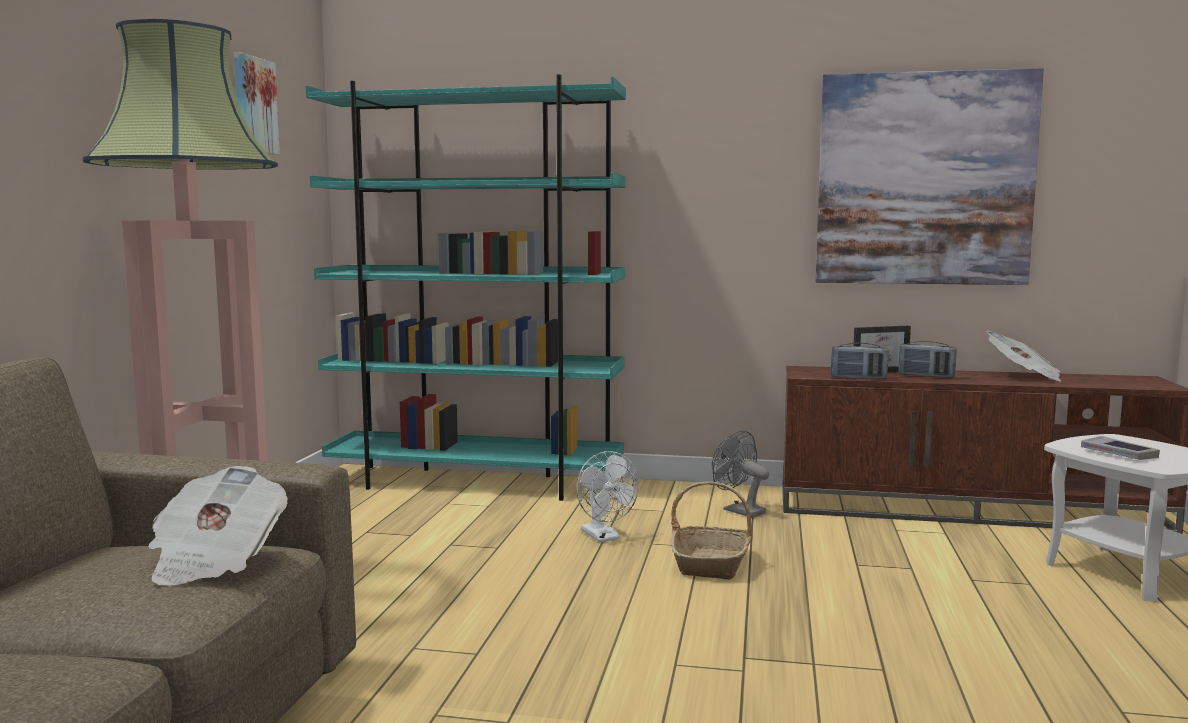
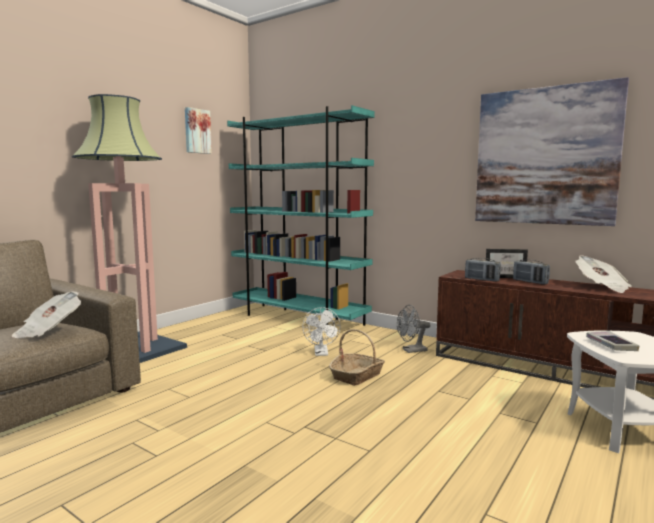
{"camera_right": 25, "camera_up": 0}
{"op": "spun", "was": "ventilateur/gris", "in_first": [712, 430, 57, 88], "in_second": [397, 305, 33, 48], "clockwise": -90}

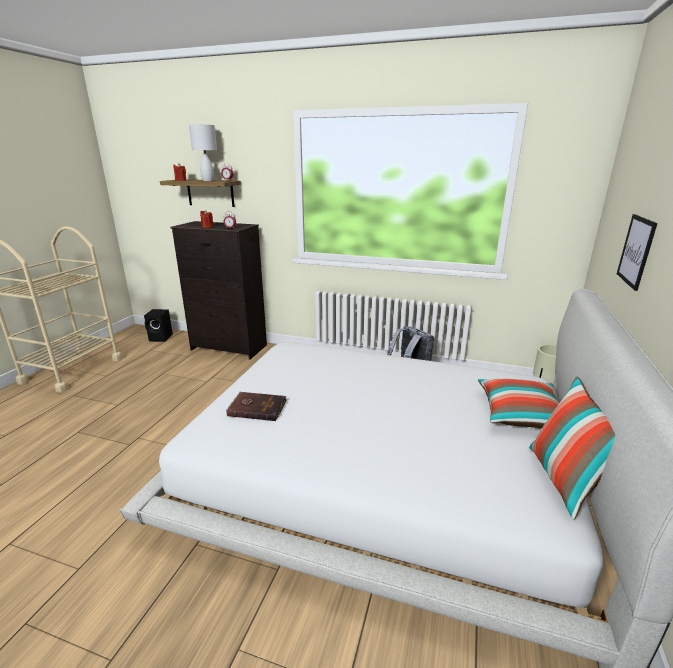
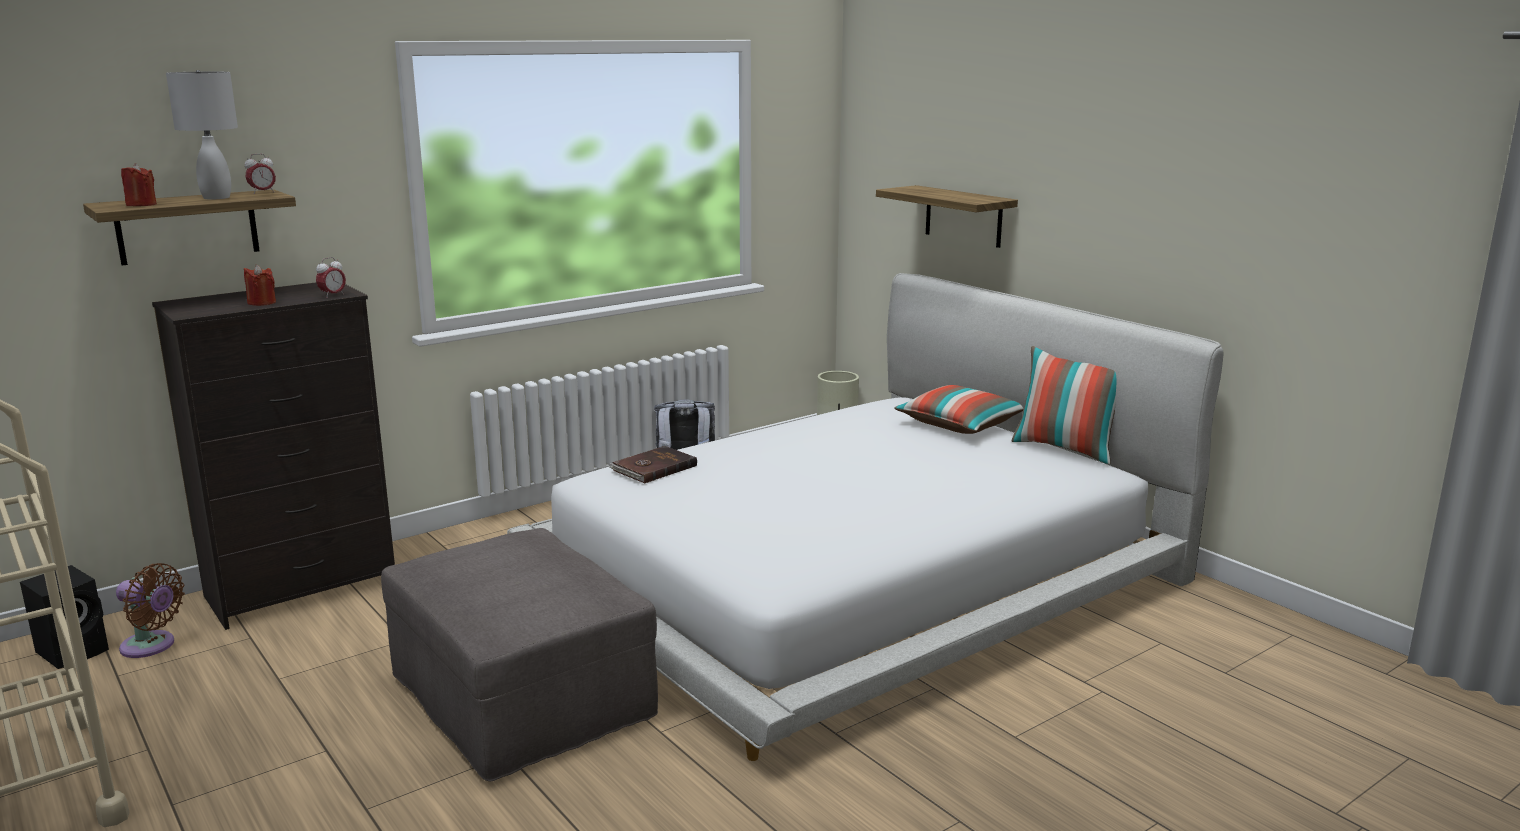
{"camera_right": -55, "camera_up": -5}
{"op": "appeared", "now": "ventilateur/marron", "in_second": [116, 563, 69, 95]}
{"op": "appeared", "now": "pouf/gris", "in_second": [381, 528, 277, 253]}
{"op": "relocated", "was": "livre/marron", "in_first": [226, 392, 61, 29], "in_second": [610, 446, 87, 38]}
{"op": "exchanged", "was": "tableau", "now": "étagère", "in_first": [617, 214, 40, 77], "in_second": [876, 185, 142, 63]}

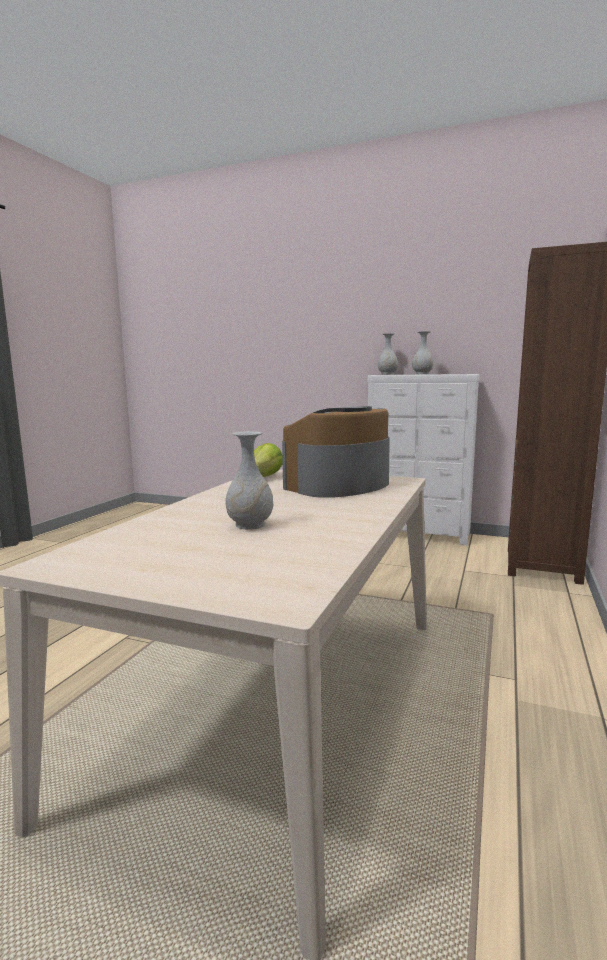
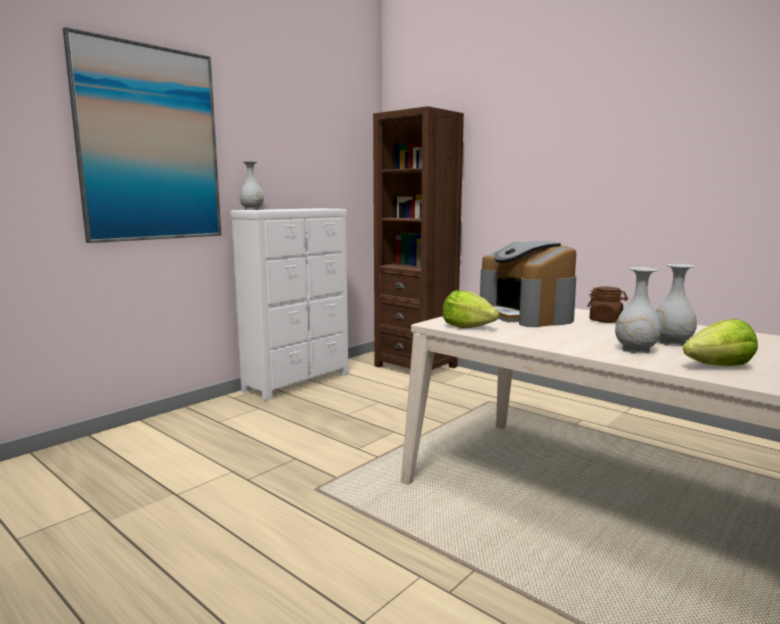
{"camera_right": -70, "camera_up": 0}
{"op": "appeared", "now": "tableau", "in_second": [63, 27, 158, 216]}
{"op": "appeared", "now": "bocal/marron", "in_second": [587, 287, 41, 36]}
{"op": "relocated", "was": "vase/blanc", "in_first": [412, 331, 22, 43], "in_second": [615, 267, 46, 86]}
{"op": "appeared", "now": "laitue", "in_second": [683, 319, 75, 47]}

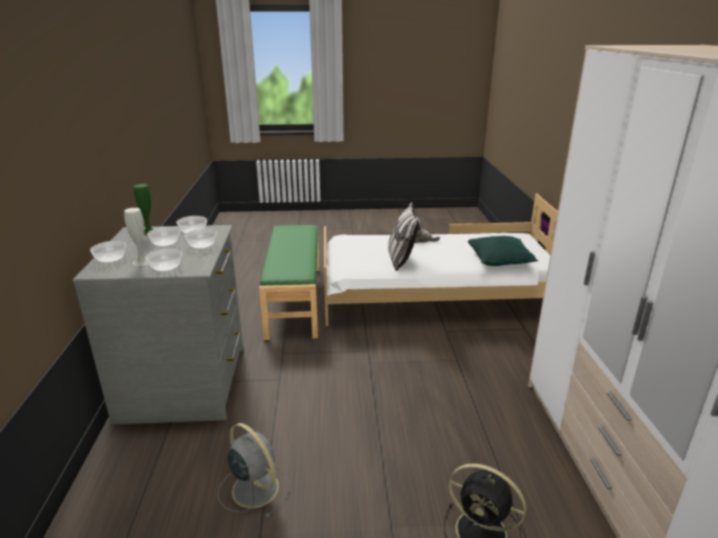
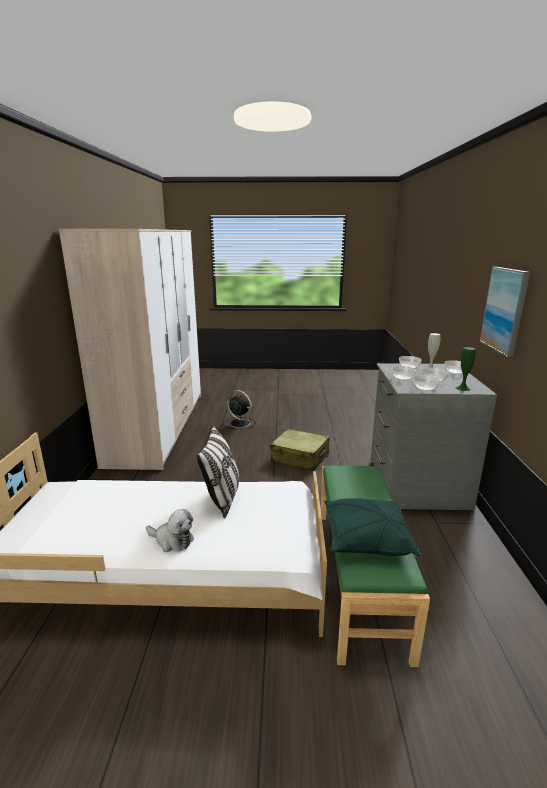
{"camera_right": -175, "camera_up": -5}
{"op": "appeared", "now": "valise/beige", "in_second": [270, 429, 60, 42]}
{"op": "relocated", "was": "coussin/vert", "in_first": [468, 236, 70, 30], "in_second": [324, 498, 97, 58]}
{"op": "appeared", "now": "tableau", "in_second": [480, 267, 50, 90]}
{"op": "missing", "was": "ventilateur/gris", "in_first": [218, 423, 72, 95]}

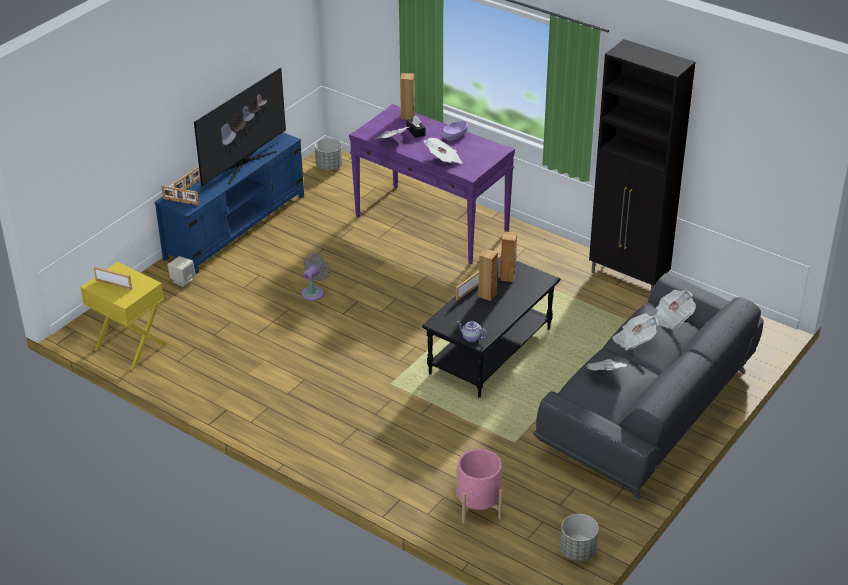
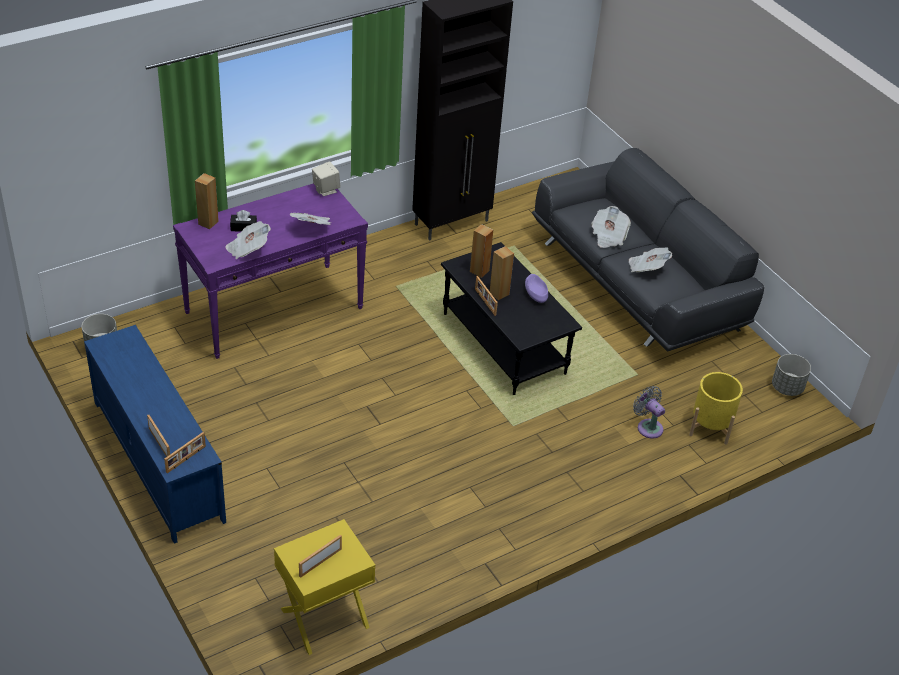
{"camera_right": -70, "camera_up": 5}
{"op": "relocated", "was": "enceinte/beige", "in_first": [168, 256, 28, 31], "in_second": [312, 161, 29, 35]}
{"op": "relocated", "was": "bol/violet", "in_first": [441, 121, 27, 19], "in_second": [525, 274, 23, 29]}
{"op": "relocated", "was": "ventilateur/gris", "in_first": [301, 254, 30, 47], "in_second": [633, 386, 32, 53]}
{"op": "colour", "was": "cache-pot/rose", "now": "cache-pot/jaune", "in_first": [456, 449, 47, 74], "in_second": [689, 372, 54, 73]}
{"op": "missing", "was": "téléviseur", "in_first": [194, 68, 92, 118]}
{"op": "missing", "was": "théière", "in_first": [457, 321, 30, 21]}
{"op": "missing", "was": "journal", "in_first": [655, 290, 41, 39]}

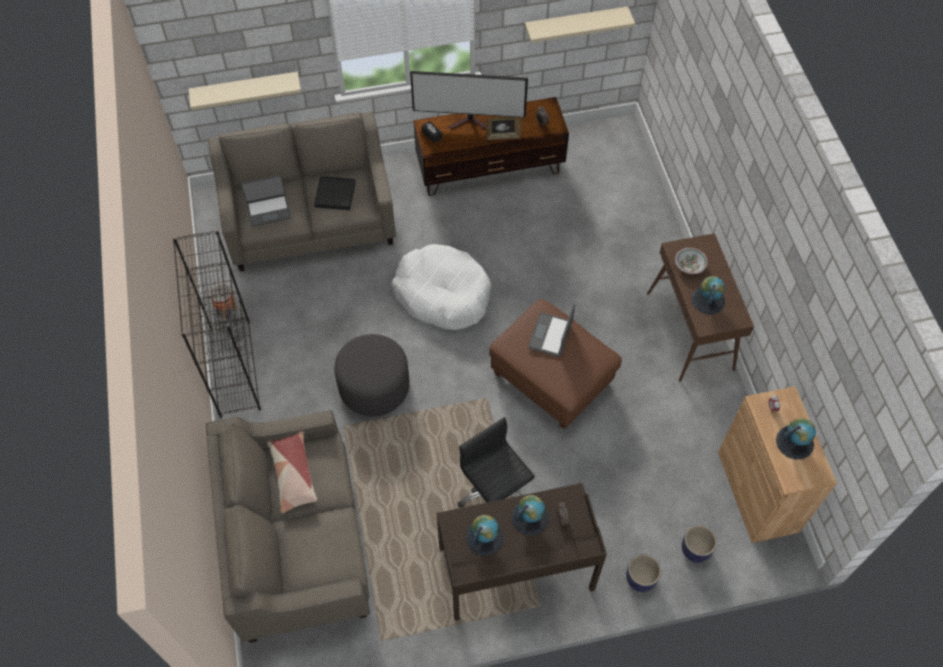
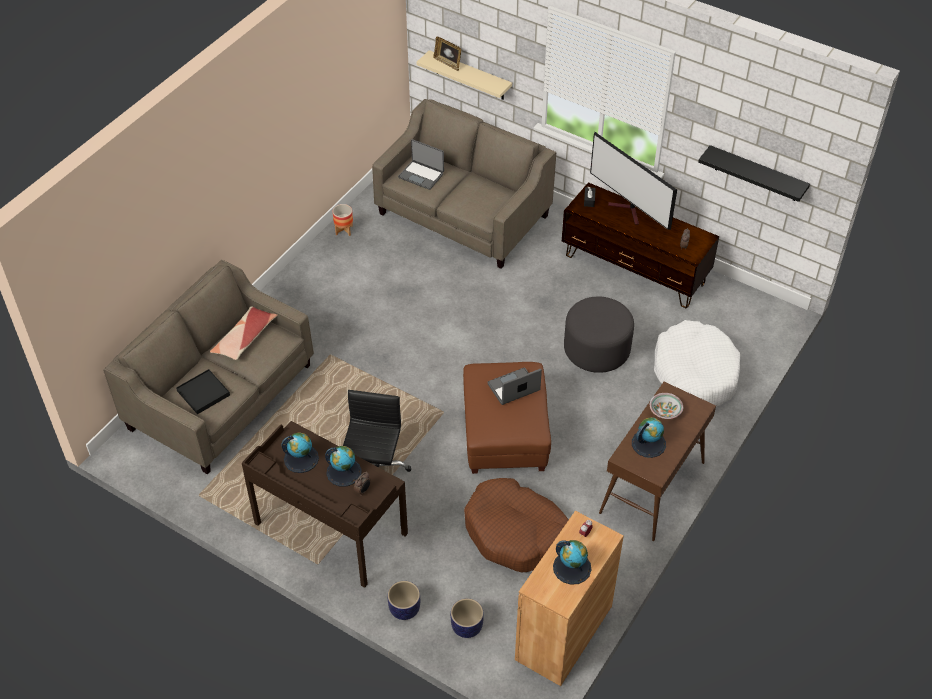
{"camera_right": 45, "camera_up": -10}
{"op": "relocated", "was": "plateau/noir", "in_first": [314, 176, 42, 34], "in_second": [176, 369, 54, 45]}
{"op": "relocated", "was": "cadre photo", "in_first": [486, 116, 35, 24], "in_second": [433, 36, 28, 35]}
{"op": "appeared", "now": "panier pour chien/marron", "in_second": [464, 478, 105, 94]}
{"op": "relocated", "was": "pouf/gris", "in_first": [334, 334, 76, 82], "in_second": [564, 297, 70, 76]}
{"op": "relocated", "was": "panier pour chien/blanc", "in_first": [392, 244, 99, 86], "in_second": [654, 320, 86, 87]}
{"op": "colour", "was": "étagère/beige", "now": "étagère/noir", "in_first": [525, 6, 110, 37], "in_second": [698, 145, 112, 57]}
{"op": "missing", "was": "bibliothèque/noir", "in_first": [173, 230, 88, 188]}

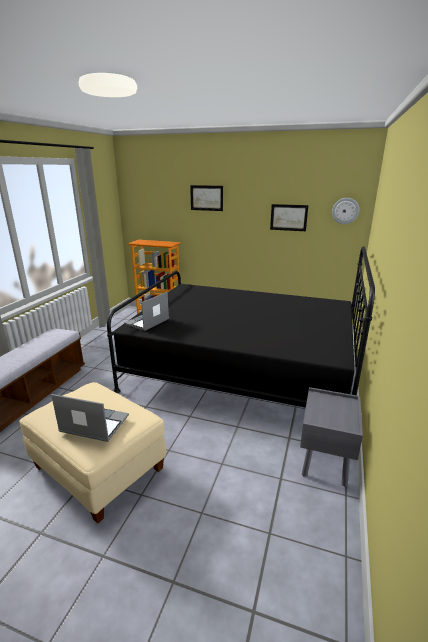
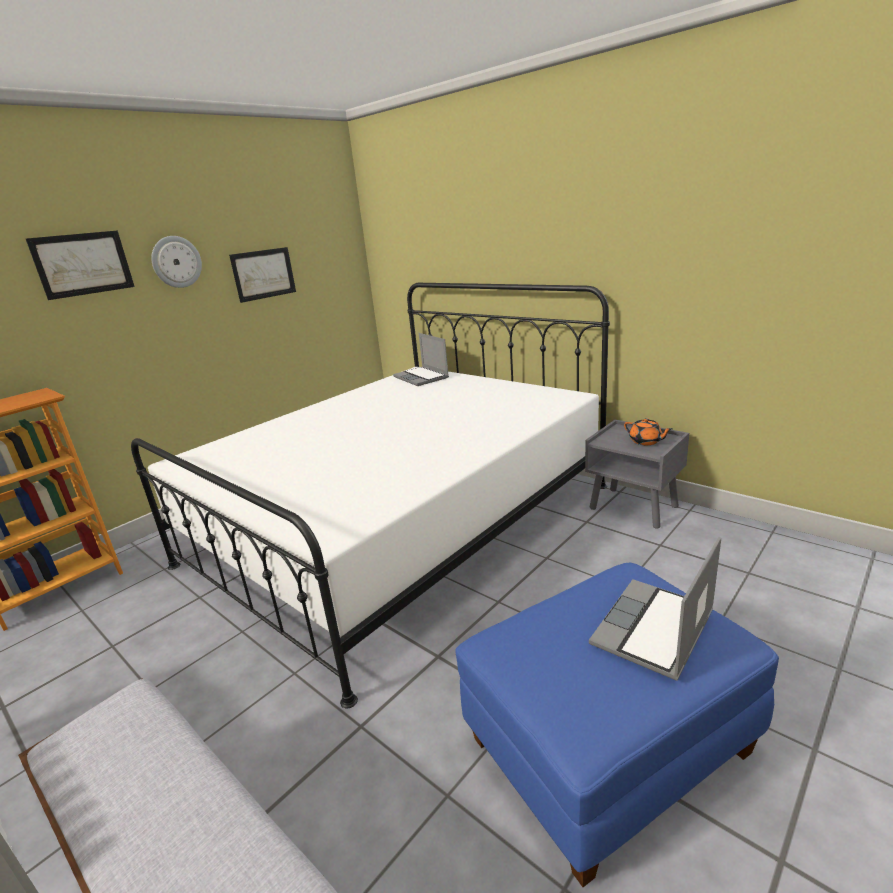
{"camera_right": -65, "camera_up": 0}
{"op": "colour", "was": "lit/noir", "now": "lit/blanc", "in_first": [107, 246, 268, 162], "in_second": [131, 283, 479, 425]}
{"op": "relocated", "was": "horloge murale", "in_first": [332, 198, 27, 26], "in_second": [151, 236, 51, 52]}
{"op": "relocated", "was": "ordinateur portable", "in_first": [124, 292, 45, 39], "in_second": [393, 333, 56, 53]}
{"op": "colour", "was": "pouf/beige", "now": "pouf/bleu", "in_first": [19, 382, 147, 141], "in_second": [455, 563, 324, 324]}
{"op": "appeared", "now": "théière/orange", "in_second": [624, 418, 48, 27]}

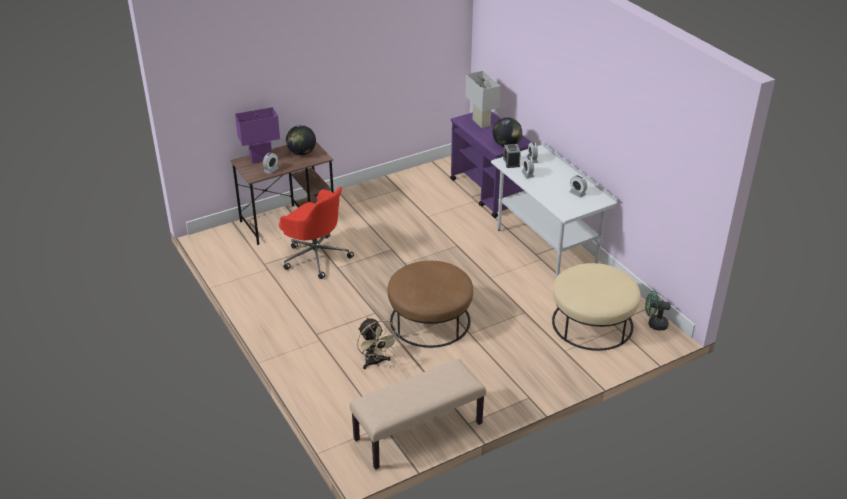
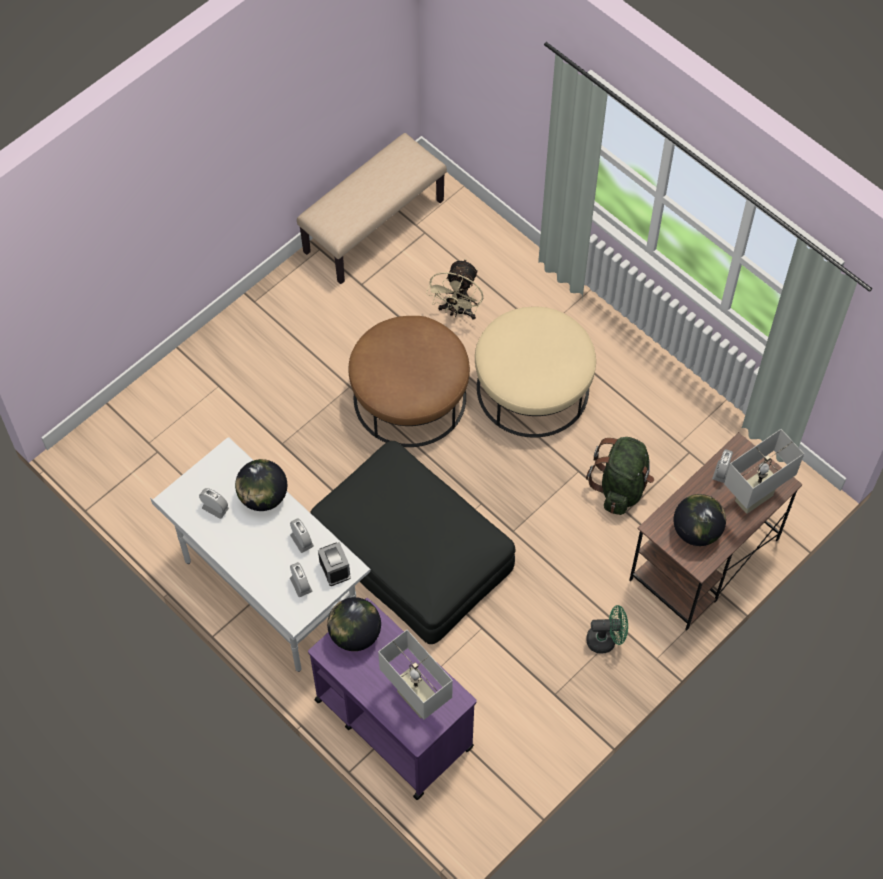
{"camera_right": 165, "camera_up": 25}
{"op": "appeared", "now": "globe", "in_second": [235, 459, 52, 52]}
{"op": "appeared", "now": "pouf/noir", "in_second": [310, 441, 206, 203]}
{"op": "spun", "was": "ventilateur/beige", "in_first": [357, 318, 43, 51], "in_second": [426, 259, 57, 61], "clockwise": -120}
{"op": "relocated", "was": "pouf/beige", "in_first": [552, 263, 89, 88], "in_second": [475, 307, 121, 131]}
{"op": "exchanged", "was": "chaise de bureau/rouge", "now": "sac à dos/vert", "in_first": [279, 187, 75, 92], "in_second": [586, 437, 68, 78]}
{"op": "relocated", "was": "ventilateur/vert", "in_first": [645, 291, 26, 40], "in_second": [586, 605, 42, 49]}
{"op": "colour", "was": "lampe de table/violet", "now": "lampe de table/blanc", "in_first": [235, 107, 45, 56], "in_second": [724, 429, 80, 85]}

